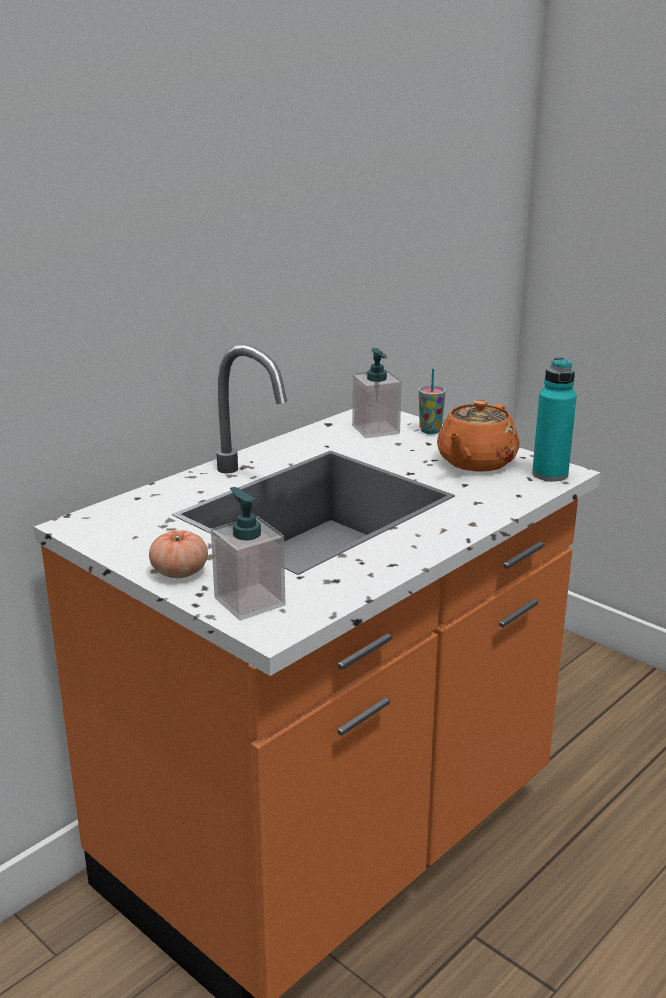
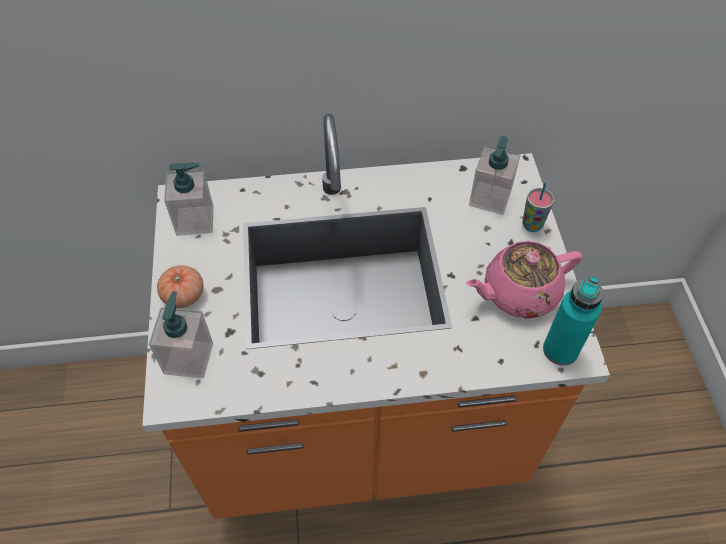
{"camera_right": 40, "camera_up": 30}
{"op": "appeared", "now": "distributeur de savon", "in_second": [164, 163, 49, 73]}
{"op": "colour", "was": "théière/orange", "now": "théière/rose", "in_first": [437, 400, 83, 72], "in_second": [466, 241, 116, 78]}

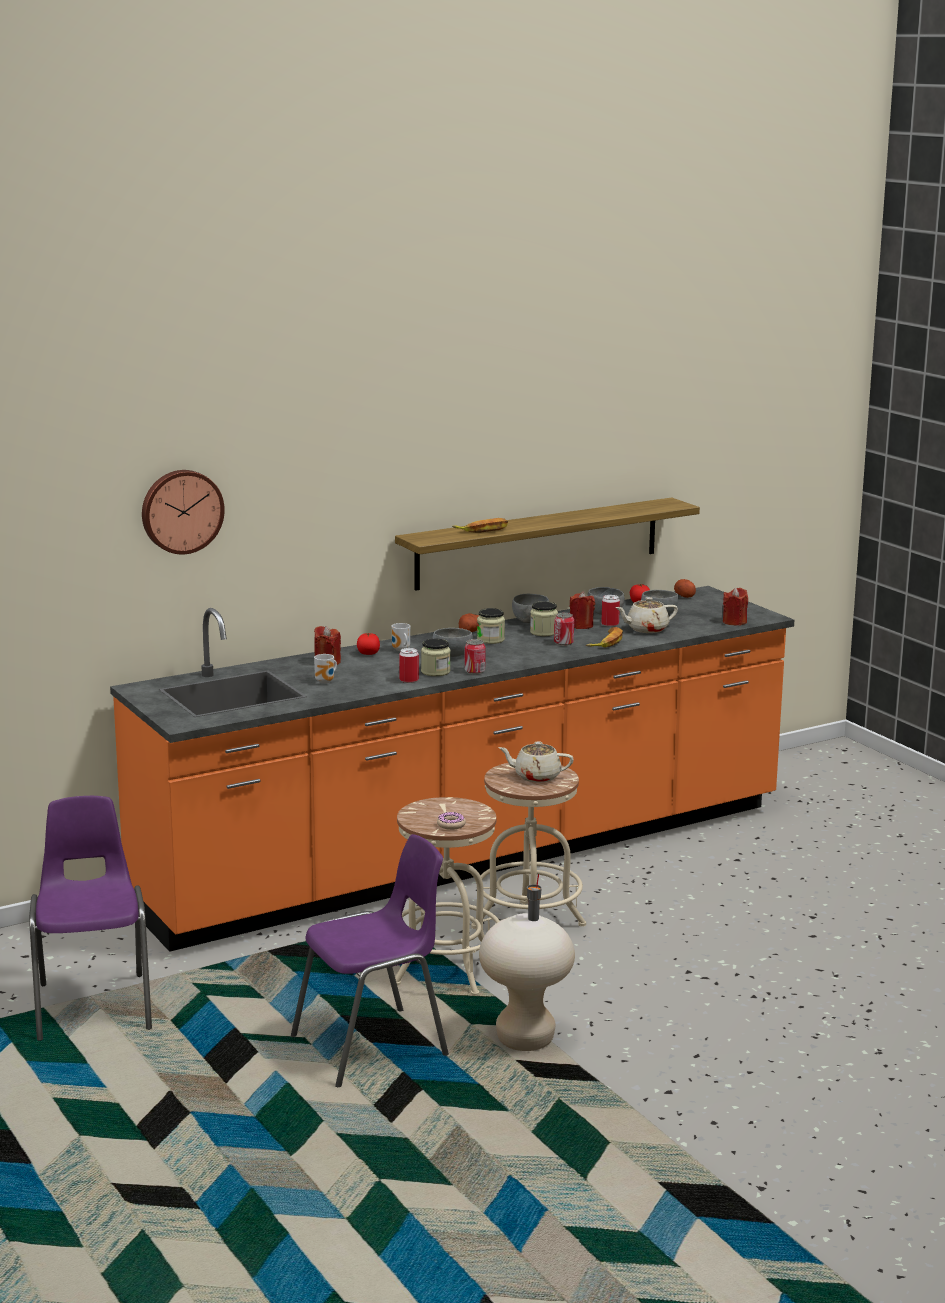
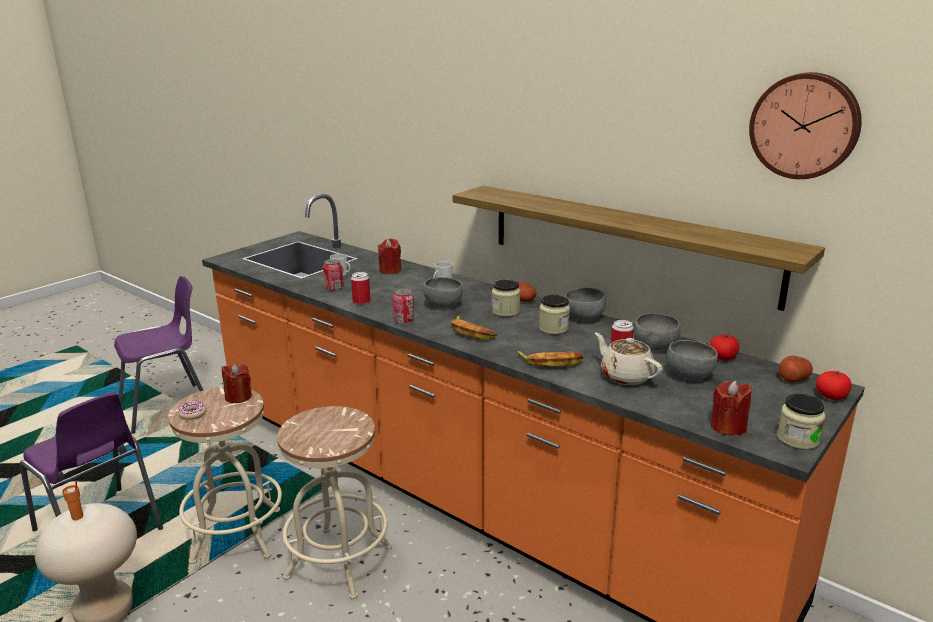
{"camera_right": 70, "camera_up": 5}
{"op": "colour", "was": "tasse/gris", "now": "tasse/orange", "in_first": [527, 874, 15, 47], "in_second": [62, 481, 21, 40]}
{"op": "relocated", "was": "bougie/rouge", "in_first": [569, 591, 26, 38], "in_second": [222, 363, 30, 40]}
{"op": "relocated", "was": "boîte métallique", "in_first": [554, 612, 20, 34], "in_second": [323, 259, 20, 32]}
{"op": "relocated", "was": "banane", "in_first": [452, 518, 56, 15], "in_second": [451, 316, 46, 23]}
{"op": "relocated", "was": "horloge murale", "in_first": [142, 470, 83, 85], "in_second": [749, 72, 113, 107]}
{"op": "relocated", "was": "bocal", "in_first": [421, 639, 29, 37], "in_second": [777, 394, 48, 56]}
{"op": "relocated", "was": "tomate", "in_first": [357, 633, 23, 22], "in_second": [816, 371, 36, 29]}
{"op": "missing", "was": "théière/beige", "in_first": [498, 741, 76, 41]}

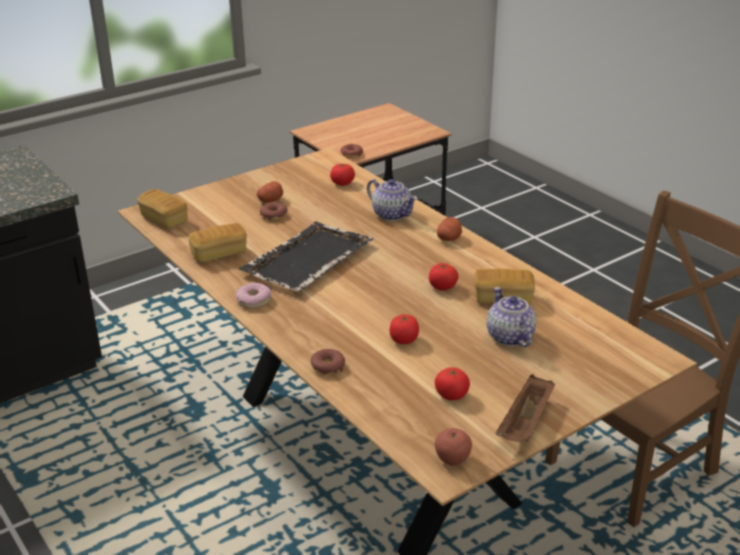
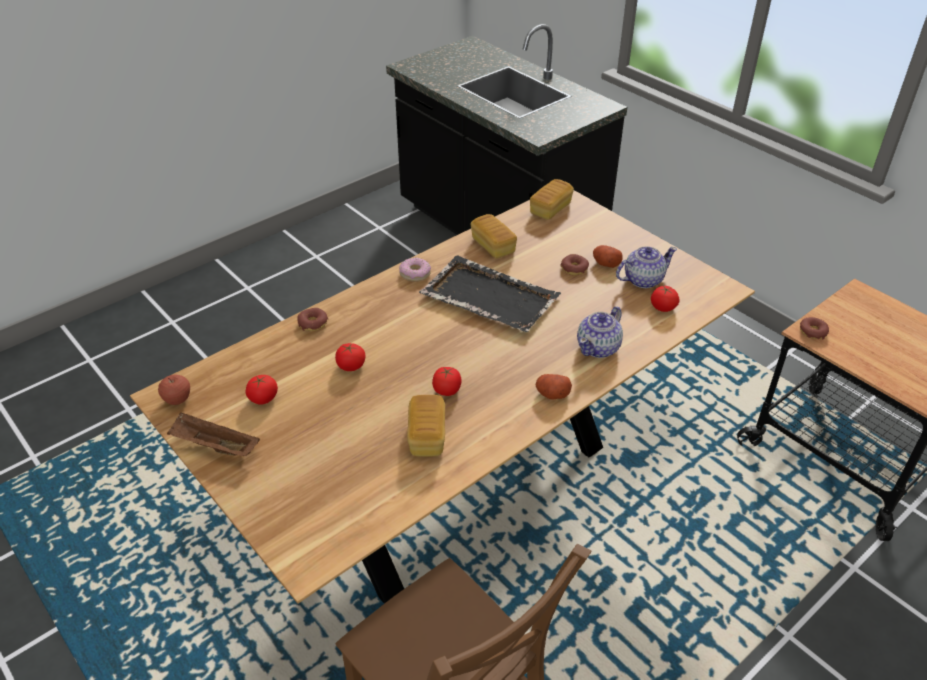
{"camera_right": 85, "camera_up": 10}
{"op": "relocated", "was": "théière", "in_first": [487, 287, 49, 60], "in_second": [616, 246, 61, 42]}

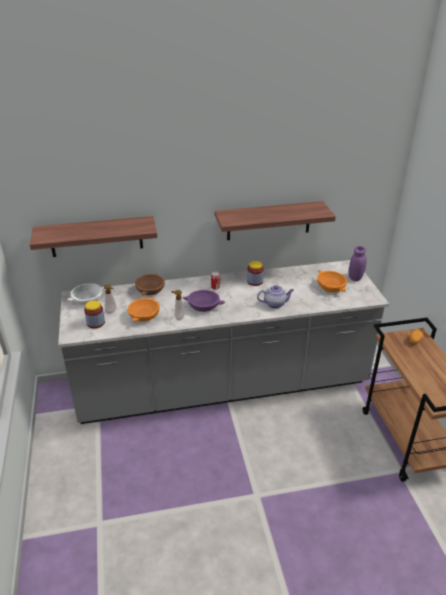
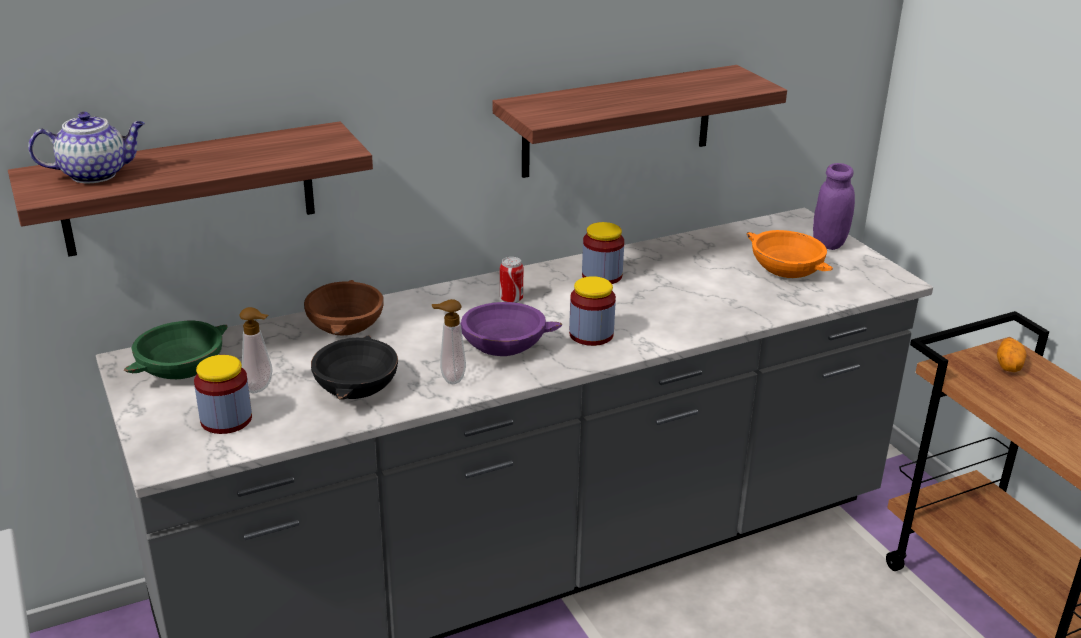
{"camera_right": -15, "camera_up": -5}
{"op": "relocated", "was": "théière", "in_first": [257, 286, 37, 23], "in_second": [28, 112, 117, 71]}
{"op": "colour", "was": "bol/blanc", "now": "bol/vert", "in_first": [66, 283, 39, 22], "in_second": [124, 321, 104, 58]}
{"op": "colour", "was": "bol/orange", "now": "bol/noir", "in_first": [128, 297, 32, 25], "in_second": [311, 335, 87, 64]}
{"op": "appeared", "now": "bocal", "in_second": [569, 276, 47, 70]}

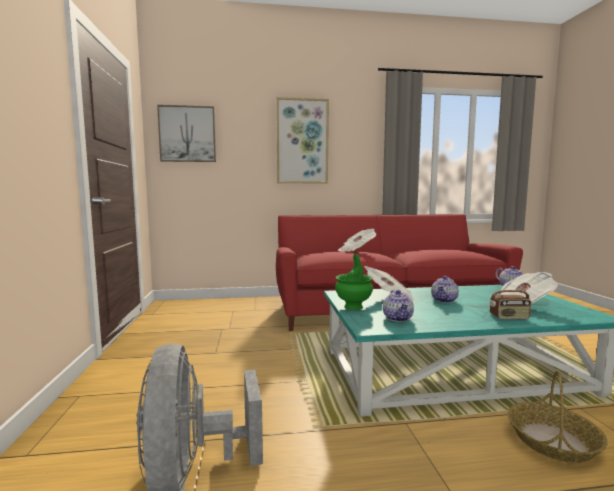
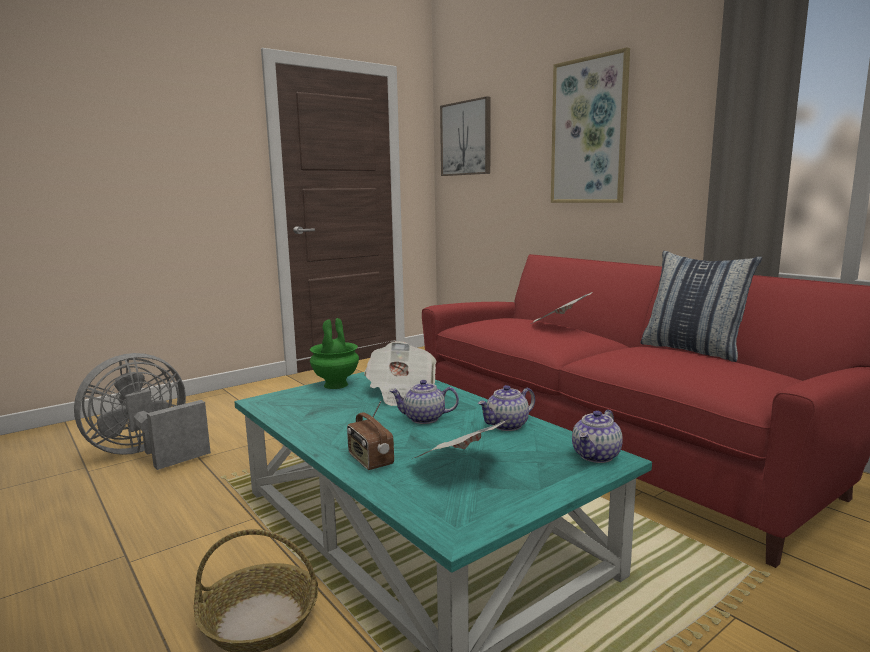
{"camera_right": 60, "camera_up": 5}
{"op": "relocated", "was": "théière", "in_first": [383, 290, 31, 32], "in_second": [478, 385, 57, 46]}
{"op": "appeared", "now": "coussin", "in_second": [640, 251, 122, 111]}

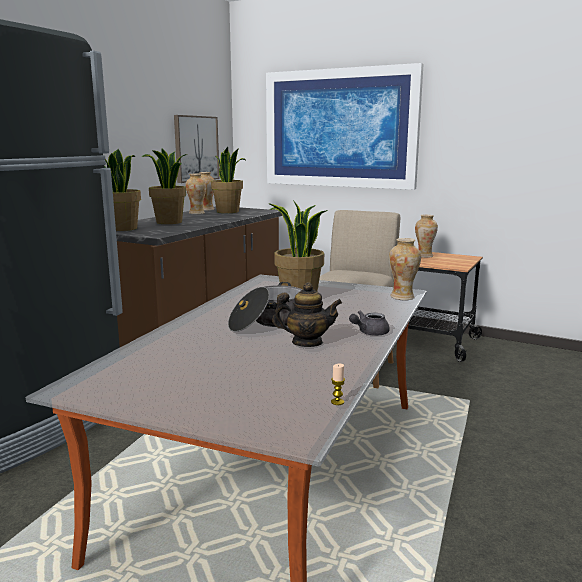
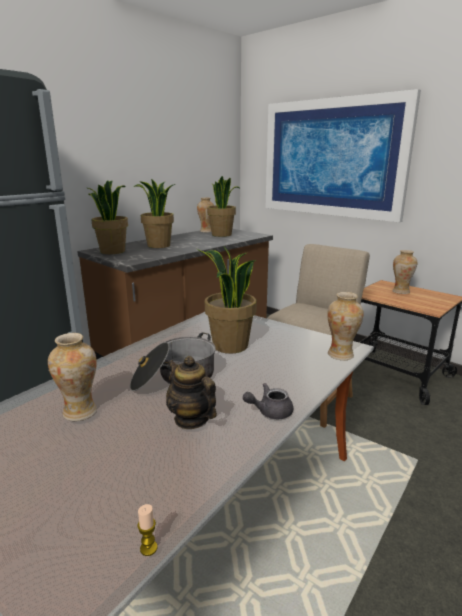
{"camera_right": 15, "camera_up": 5}
{"op": "relocated", "was": "vase", "in_first": [185, 174, 22, 40], "in_second": [48, 333, 49, 88]}
{"op": "spun", "was": "théière", "in_first": [272, 282, 70, 65], "in_second": [166, 356, 51, 73], "clockwise": -150}
{"op": "missing", "was": "tableau", "in_first": [174, 115, 46, 68]}

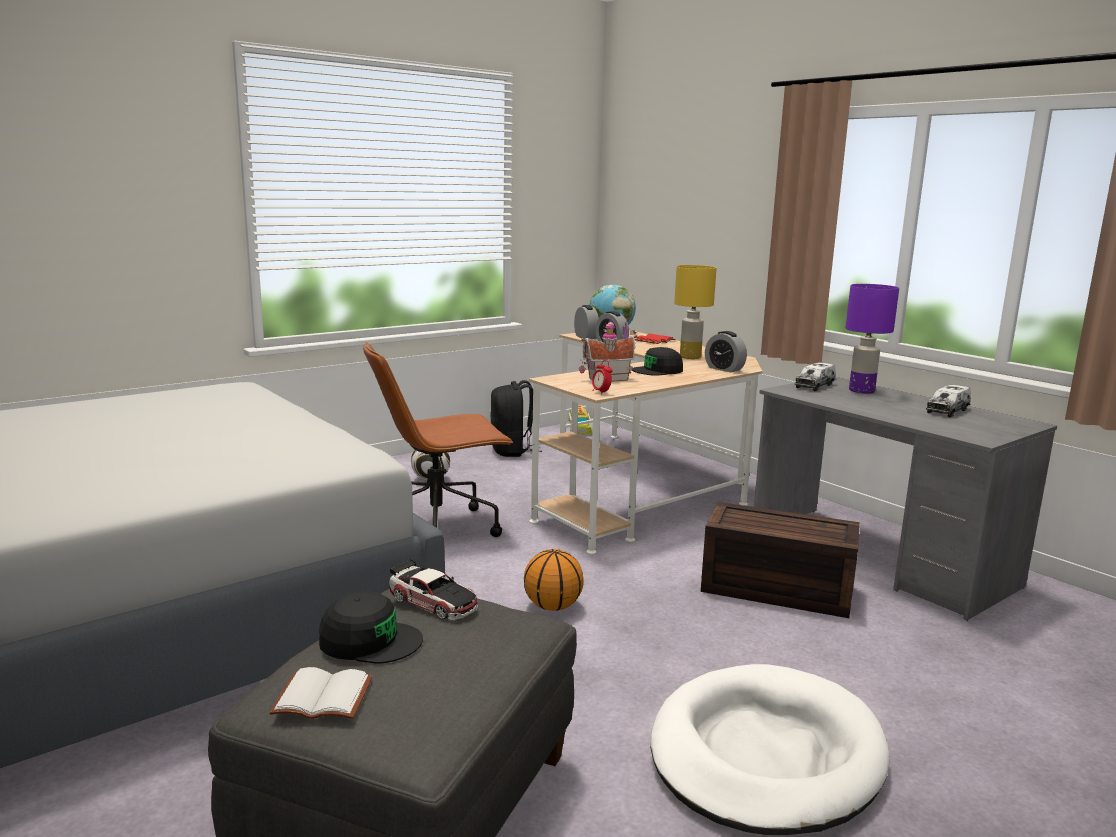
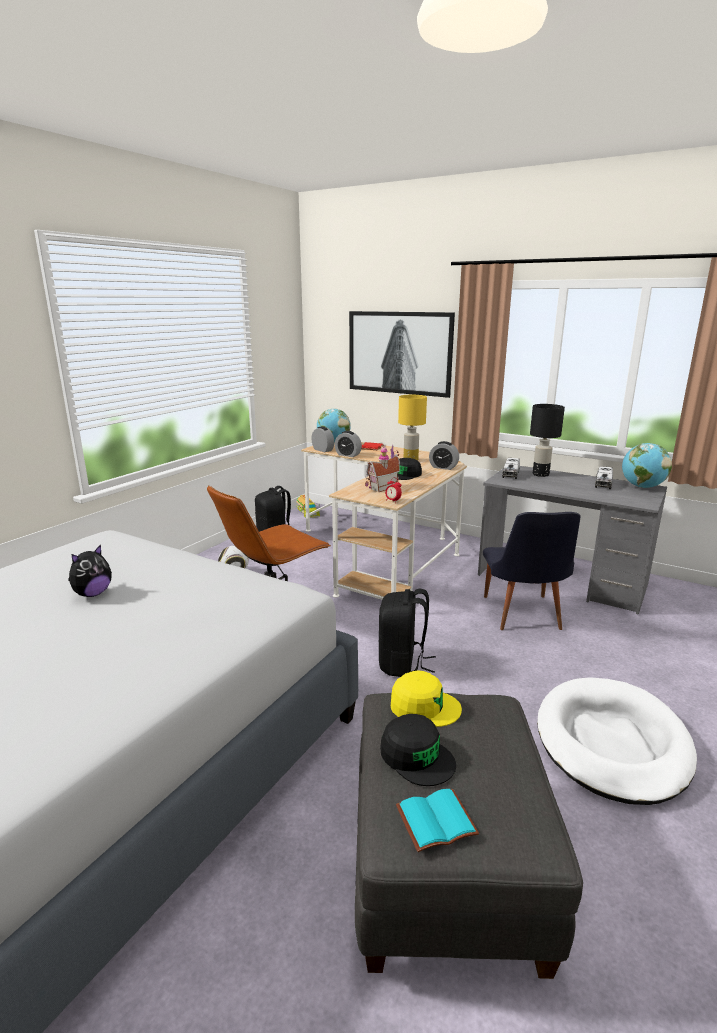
{"camera_right": -20, "camera_up": 5}
{"op": "appeared", "now": "peluche", "in_second": [68, 545, 44, 52]}
{"op": "appeared", "now": "tableau", "in_second": [349, 311, 106, 87]}
{"op": "exchanged", "was": "ballon de basket", "now": "sac à dos/noir", "in_first": [524, 549, 60, 62], "in_second": [379, 589, 57, 88]}
{"op": "spun", "was": "casquette/noir", "in_first": [319, 591, 104, 72], "in_second": [380, 714, 76, 72], "clockwise": 60}
{"op": "exchanged", "was": "petite voiture", "now": "casquette/jaune", "in_first": [389, 559, 90, 61], "in_second": [391, 670, 71, 57]}
{"op": "colour", "was": "livre/blanc", "now": "livre/turquoise", "in_first": [269, 667, 104, 52], "in_second": [396, 789, 83, 63]}
{"op": "exchanged", "was": "boîte de rangement/marron", "now": "chaise/noir", "in_first": [701, 502, 159, 116], "in_second": [483, 512, 98, 118]}
{"op": "colour", "was": "lampe de table/violet", "now": "lampe de table/noir", "in_first": [846, 284, 53, 110], "in_second": [530, 404, 35, 73]}
{"op": "appeared", "now": "globe", "in_second": [622, 443, 50, 45]}

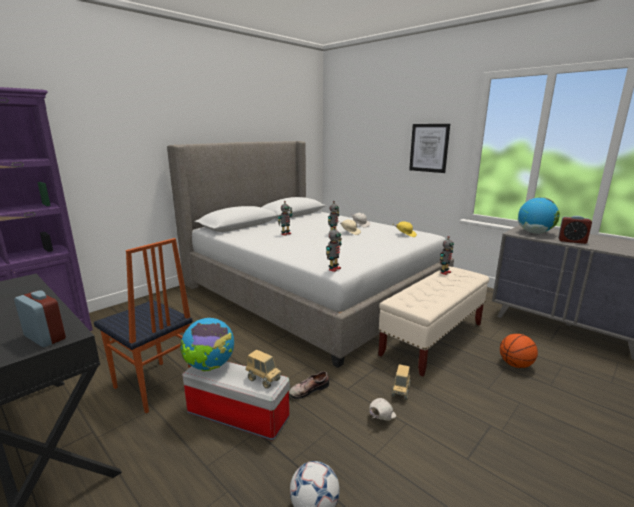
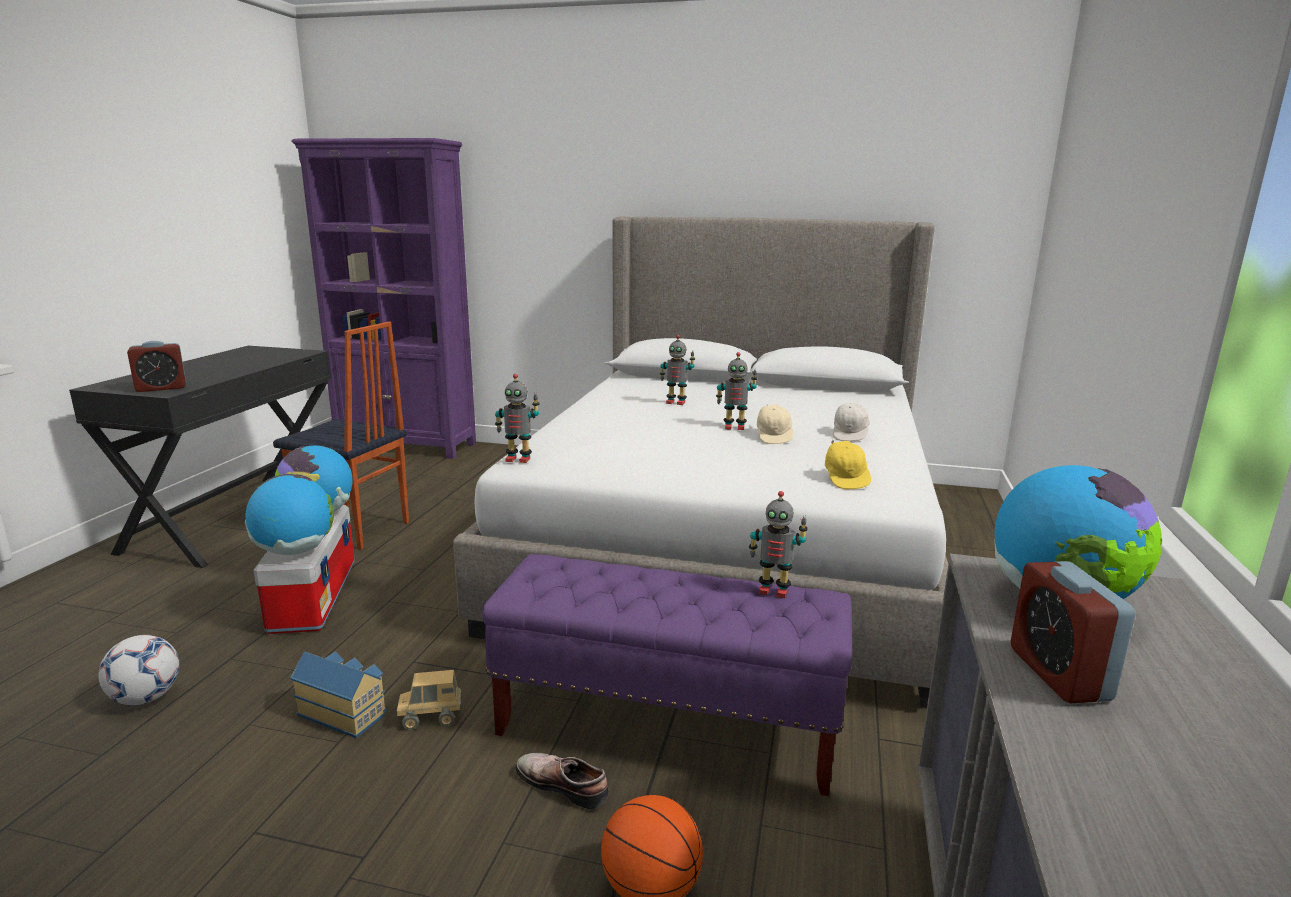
{"camera_right": 60, "camera_up": 0}
{"op": "spun", "was": "réveil", "in_first": [14, 290, 52, 57], "in_second": [127, 341, 59, 51], "clockwise": 60}
{"op": "exchanged", "was": "camion jouet", "now": "globe", "in_first": [246, 350, 36, 39], "in_second": [245, 474, 89, 81]}
{"op": "spun", "was": "chaise", "in_first": [94, 238, 98, 176], "in_second": [273, 322, 136, 228], "clockwise": -75}
{"op": "exchanged", "was": "casquette/blanc", "now": "maison miniature", "in_first": [369, 398, 27, 23], "in_second": [290, 651, 97, 87]}
{"op": "colour", "was": "banc/beige", "now": "banc/violet", "in_first": [378, 266, 111, 111], "in_second": [482, 554, 370, 242]}
{"op": "relocated", "was": "chaussure", "in_first": [289, 371, 40, 28], "in_second": [516, 753, 93, 56]}
{"op": "missing", "was": "tableau", "in_first": [409, 124, 41, 49]}

